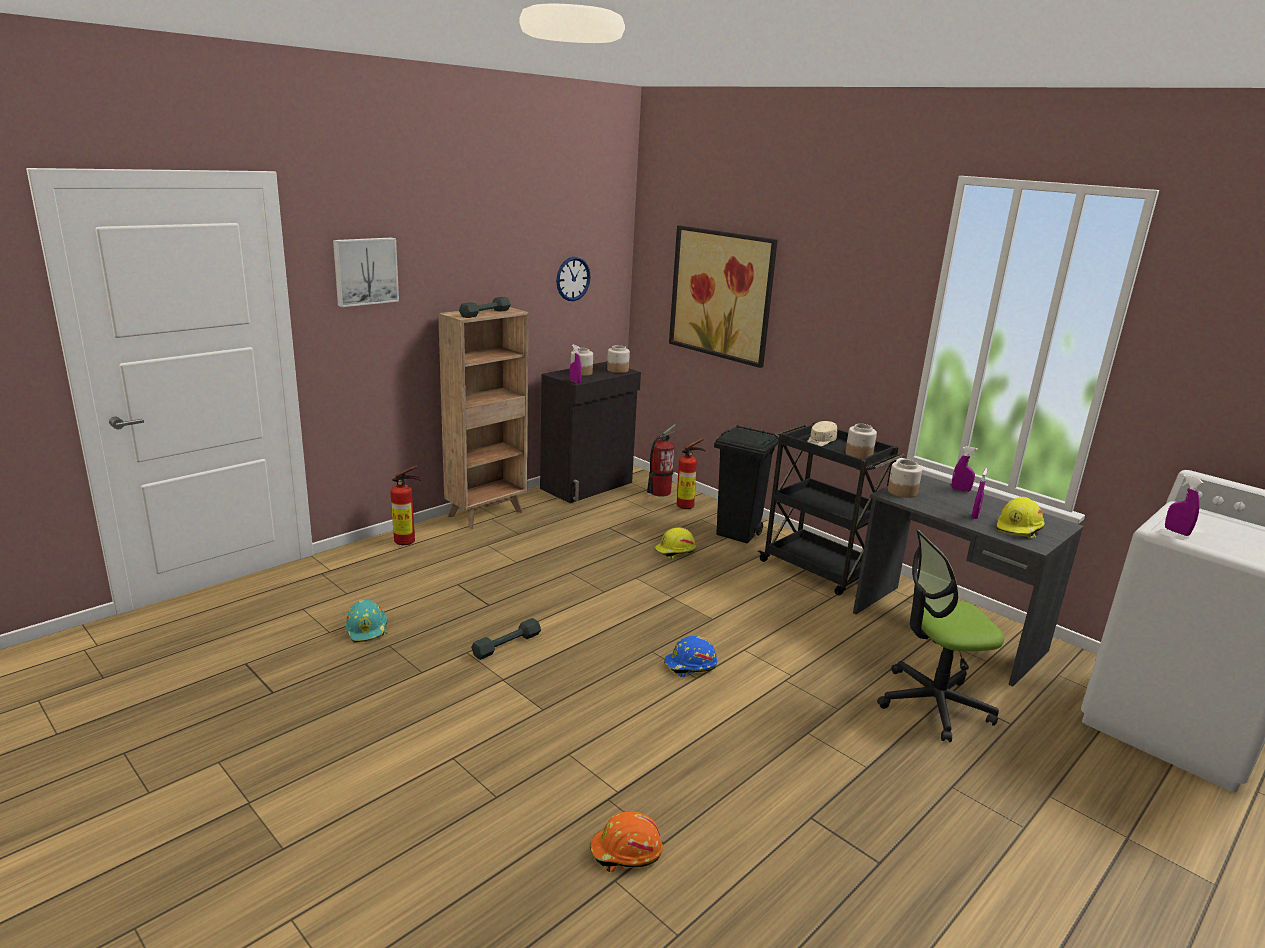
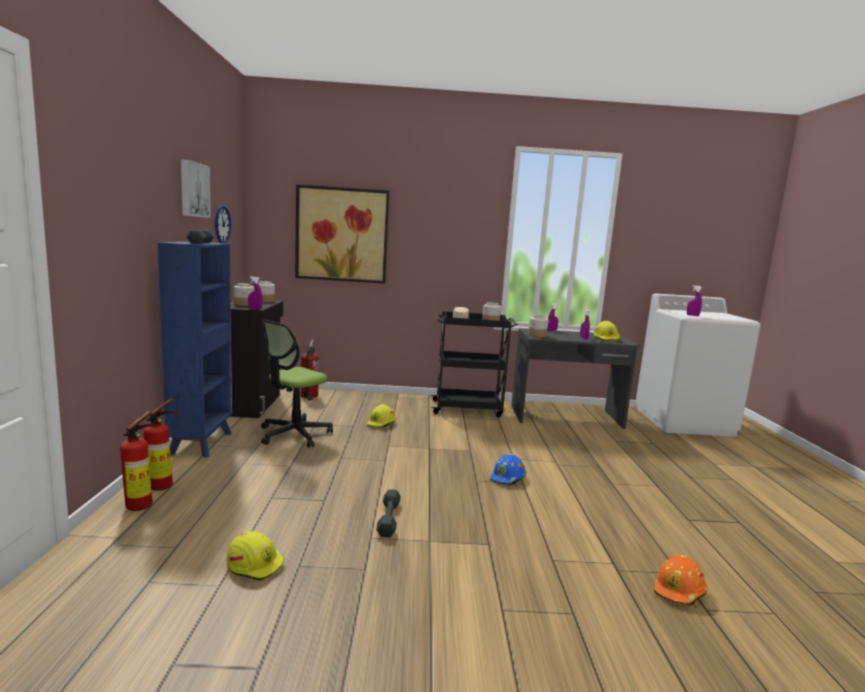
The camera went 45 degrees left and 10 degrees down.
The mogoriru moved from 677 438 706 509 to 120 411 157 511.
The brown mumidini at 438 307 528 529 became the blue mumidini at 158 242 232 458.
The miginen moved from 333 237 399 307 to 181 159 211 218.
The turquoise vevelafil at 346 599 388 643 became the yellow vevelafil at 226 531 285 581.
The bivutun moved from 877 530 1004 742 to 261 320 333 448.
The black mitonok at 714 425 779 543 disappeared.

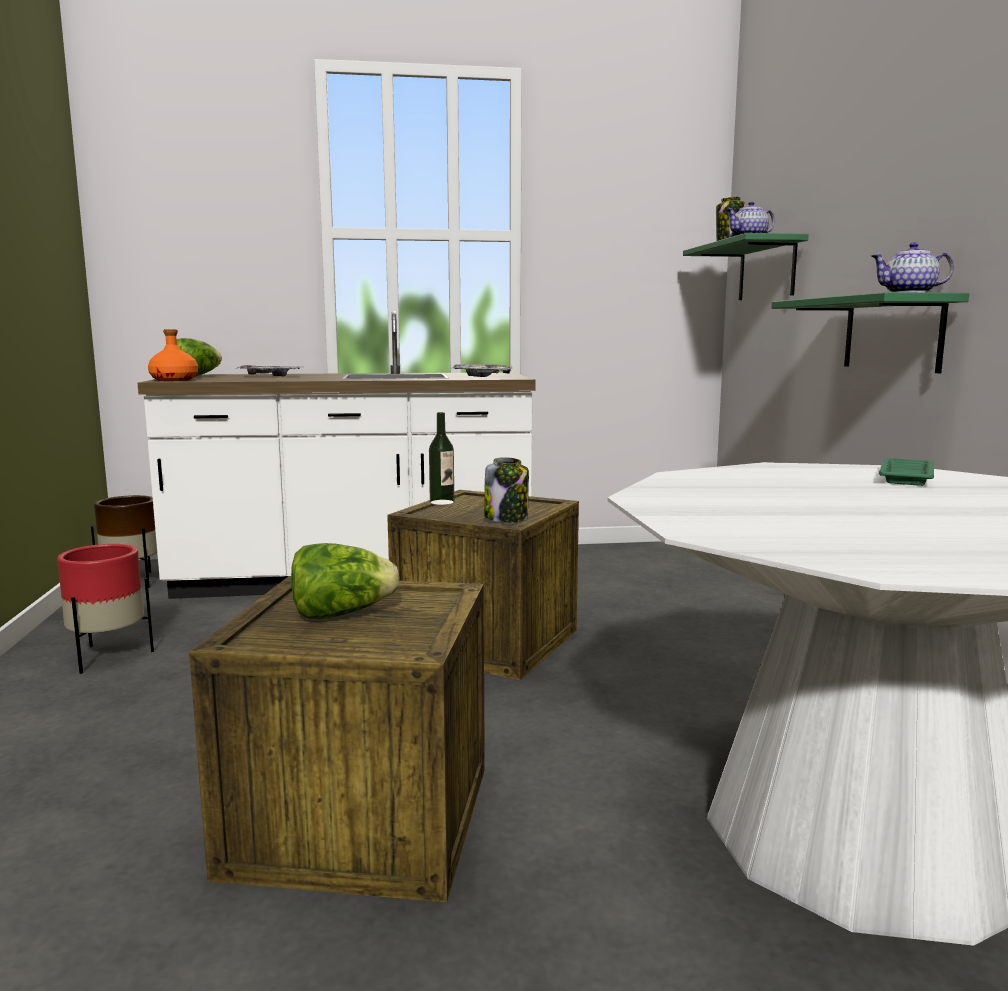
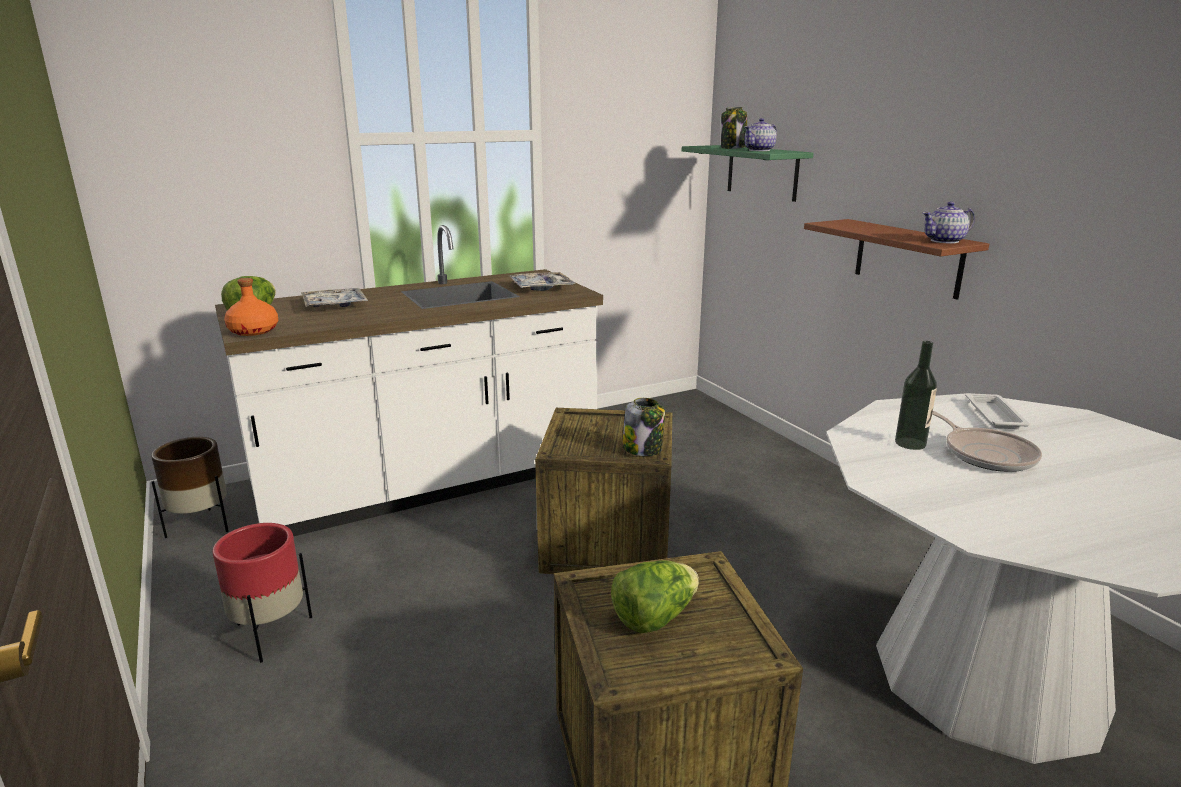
The camera went 20 degrees left and 10 degrees up.
The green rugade at 771 292 969 373 became the brown rugade at 804 219 989 300.
The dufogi moved from 429 412 454 505 to 895 341 937 450.
The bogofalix at 932 411 1042 472 appeared.
The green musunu at 879 458 934 486 became the white musunu at 965 393 1030 429.

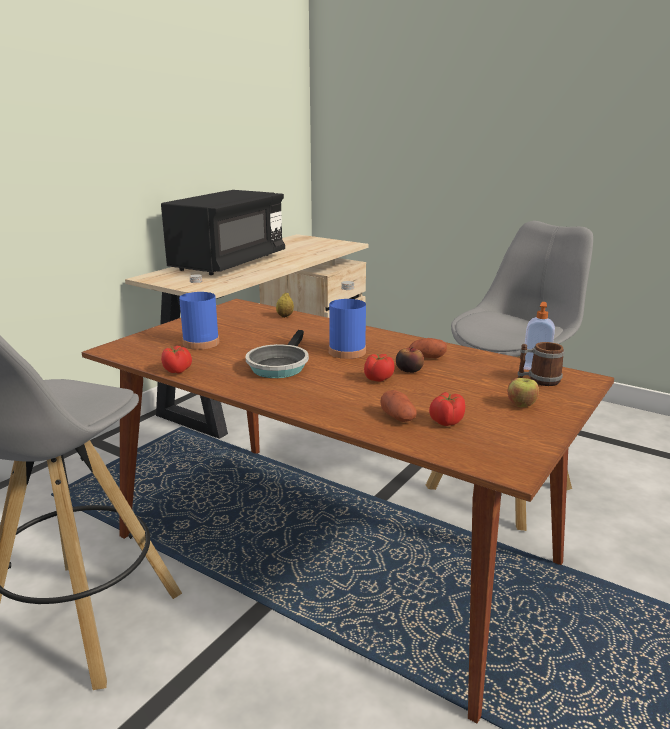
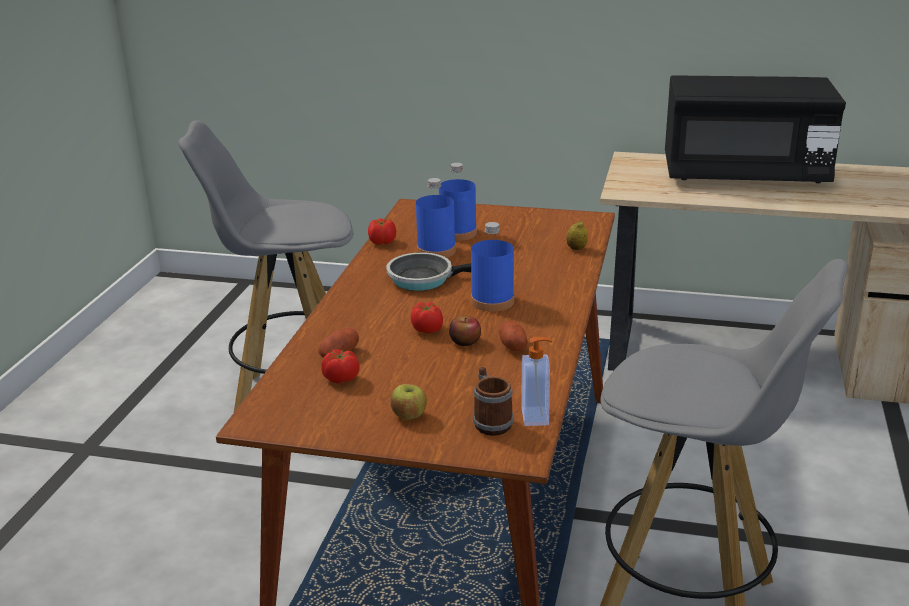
The camera went 70 degrees right and 5 degrees up.
The blue dufogi at 416 178 456 258 appeared.

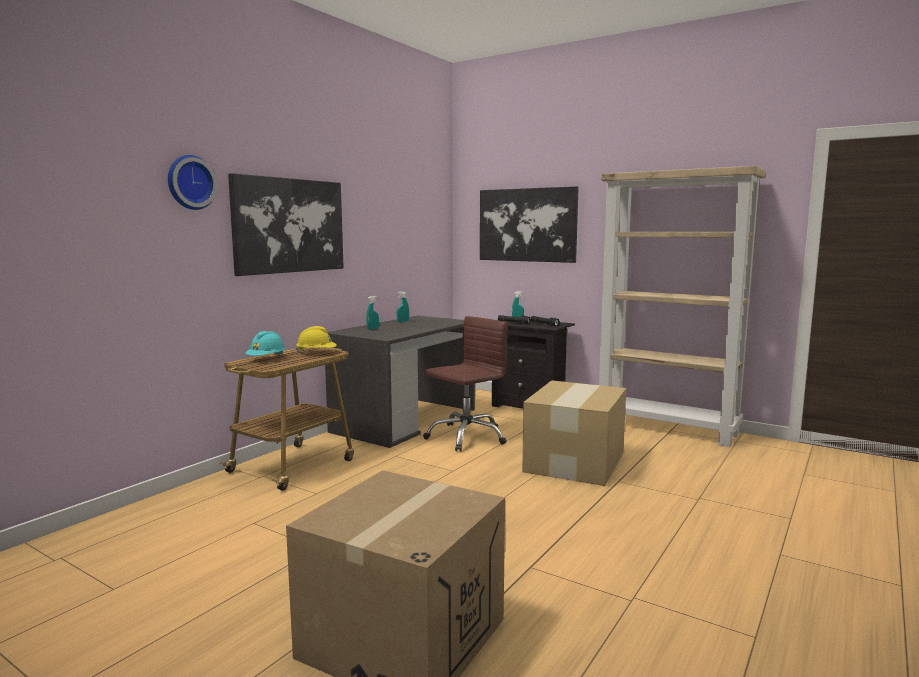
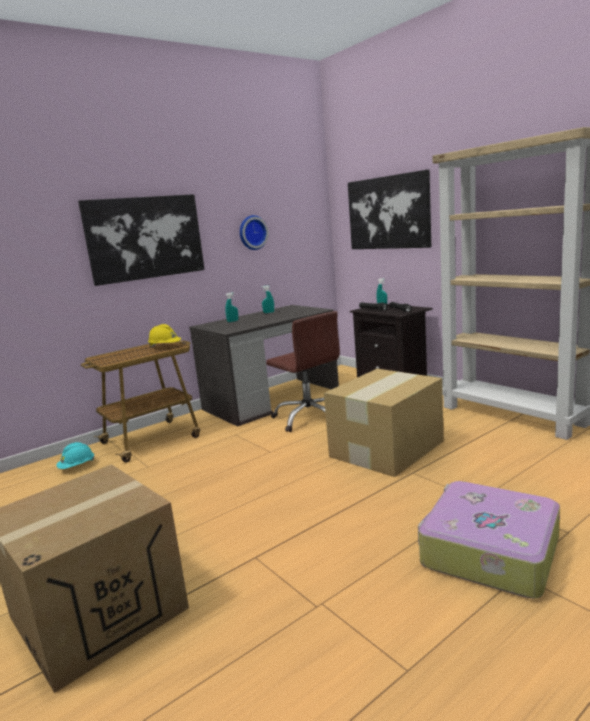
The camera went 20 degrees right and 5 degrees up.
The turquoise vevelafil moved from 245 331 285 356 to 56 442 94 469.
The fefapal moved from 168 155 217 210 to 240 215 269 250.
The brown bivutun at 423 316 508 451 turned 75 degrees clockwise.
The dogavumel at 418 481 560 599 appeared.

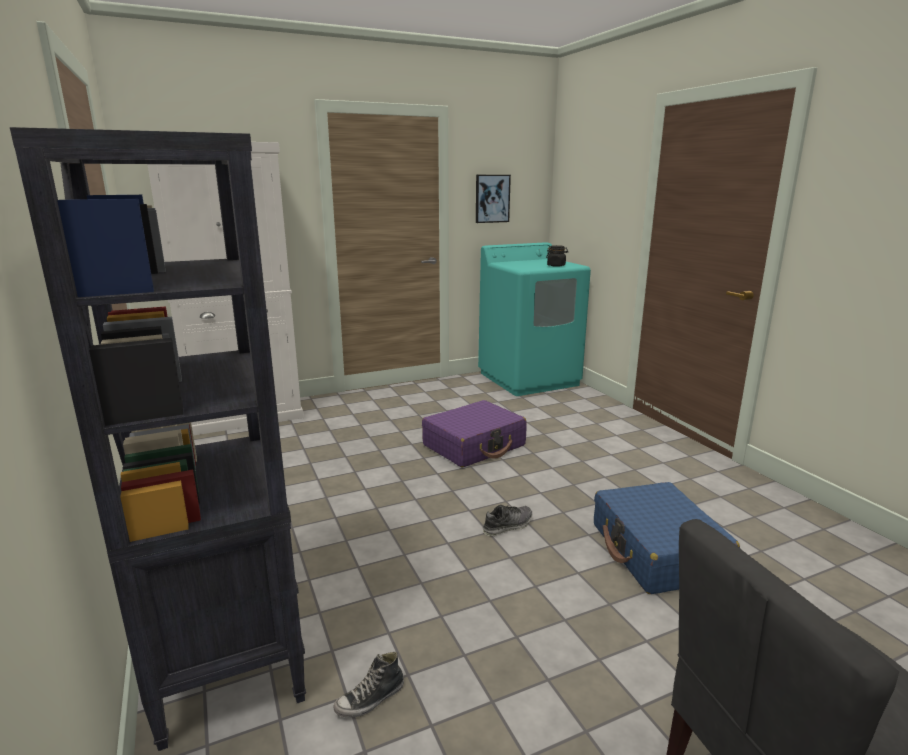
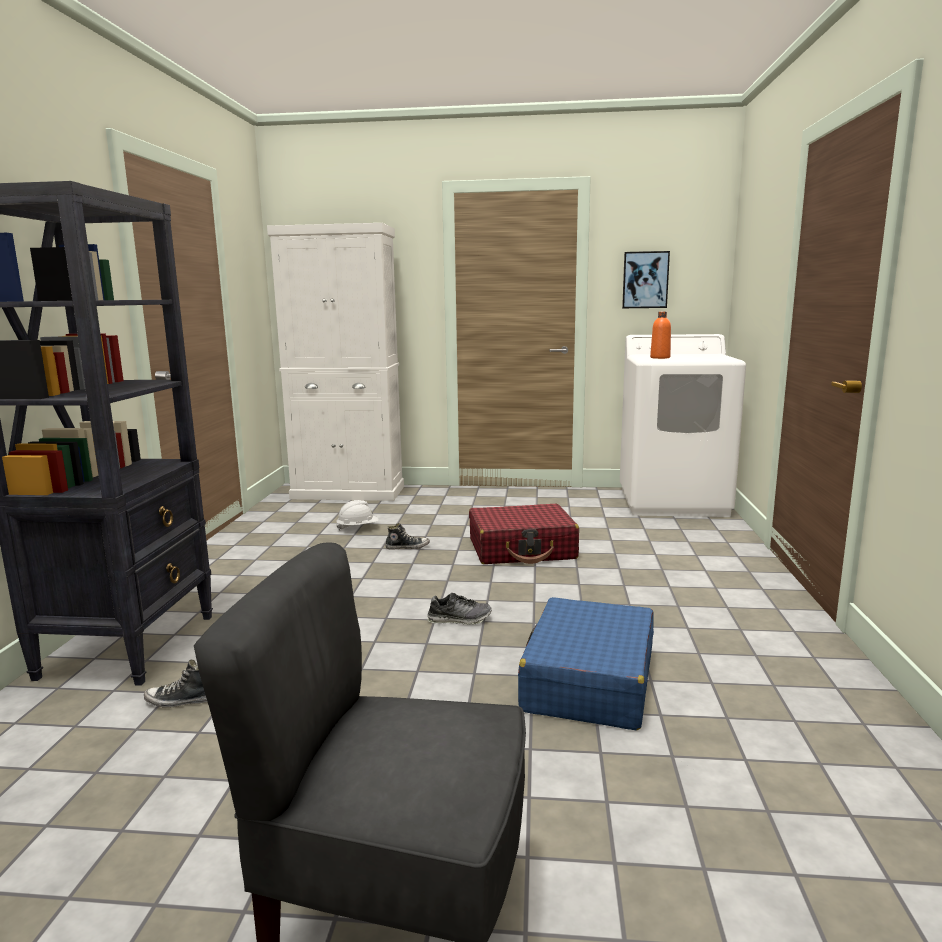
The camera went 30 degrees right and 5 degrees down.
The white vevelafil at 336 500 379 531 appeared.
The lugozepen at 385 523 430 550 appeared.
The purple dogavumel at 422 400 527 467 became the red dogavumel at 469 504 579 564.
The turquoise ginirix at 478 242 591 396 became the white ginirix at 620 334 746 517.
The orange dufogi at 650 312 671 359 appeared.
The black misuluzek at 546 245 568 267 disappeared.

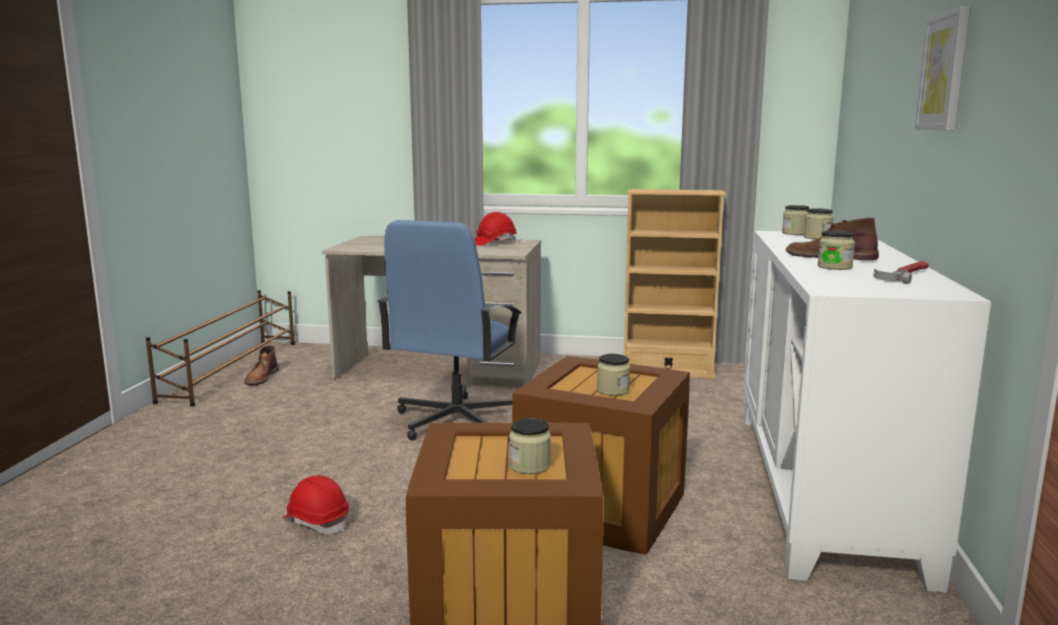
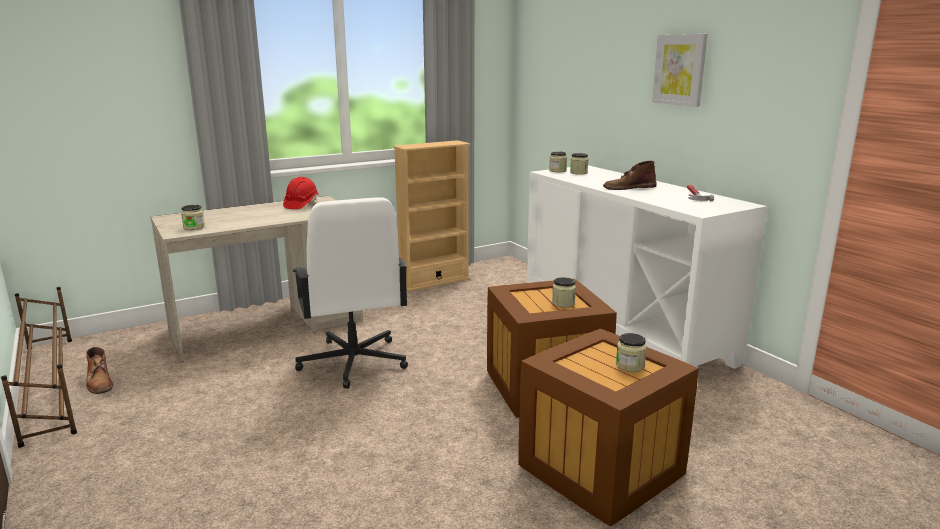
The camera went 40 degrees left and 5 degrees up.
The misuluzek moved from 818 230 855 270 to 181 205 205 230.
The blue bivutun at 377 220 521 440 became the white bivutun at 293 197 408 389.
The red vevelafil at 283 475 349 534 disappeared.

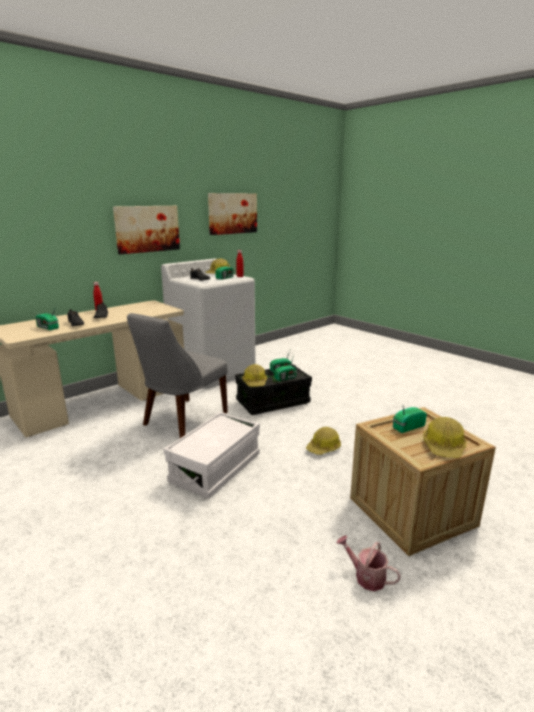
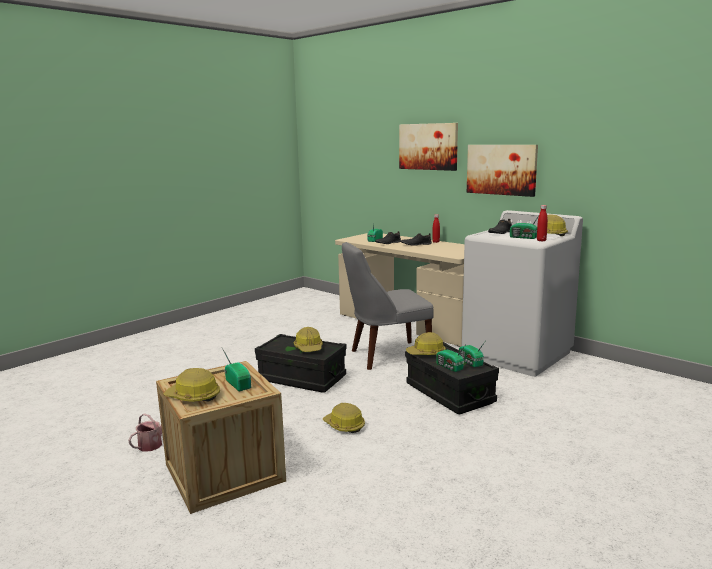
The camera went 85 degrees right and 5 degrees down.
The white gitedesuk at 164 412 260 499 became the black gitedesuk at 255 334 347 393.
The vevelafil at 294 327 323 352 appeared.
The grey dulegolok at 127 313 228 438 turned 45 degrees counterclockwise.
The miginen moved from 208 193 257 235 to 399 123 458 171.

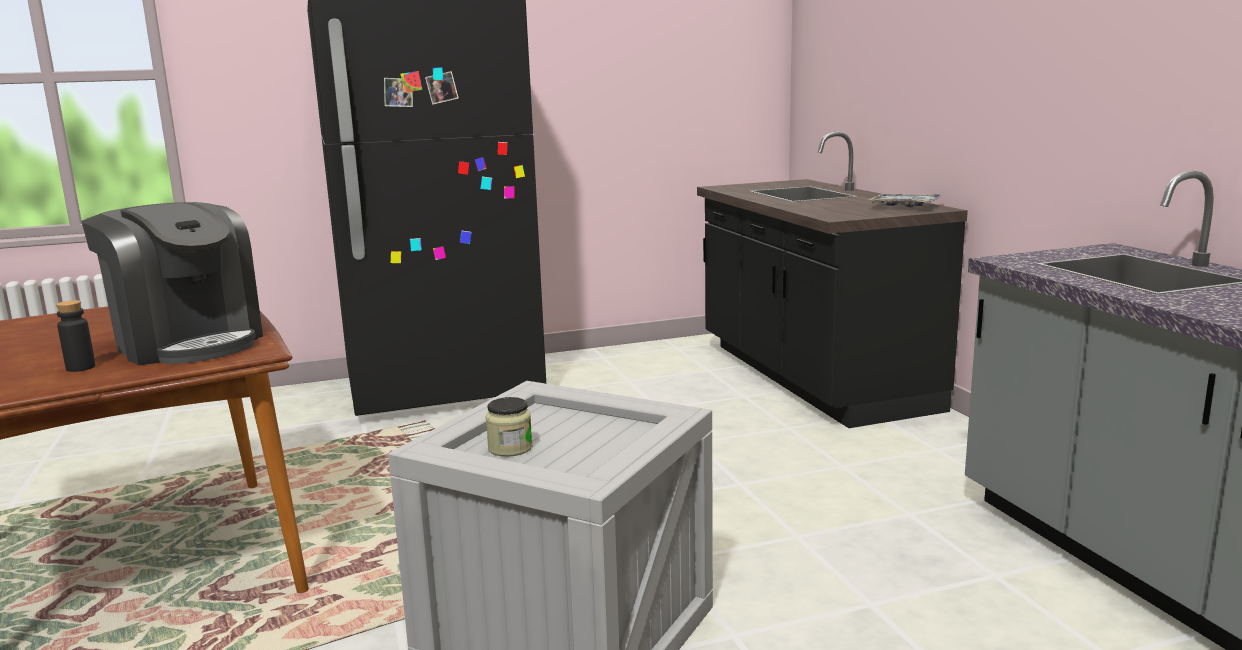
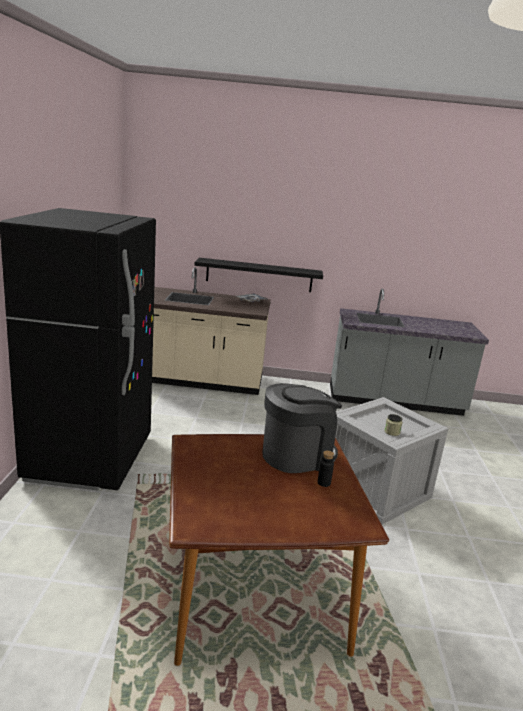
The camera went 70 degrees left and 5 degrees up.
The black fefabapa at 697 132 968 428 became the beige fefabapa at 152 267 271 395.
The black rugade at 194 258 323 292 appeared.

